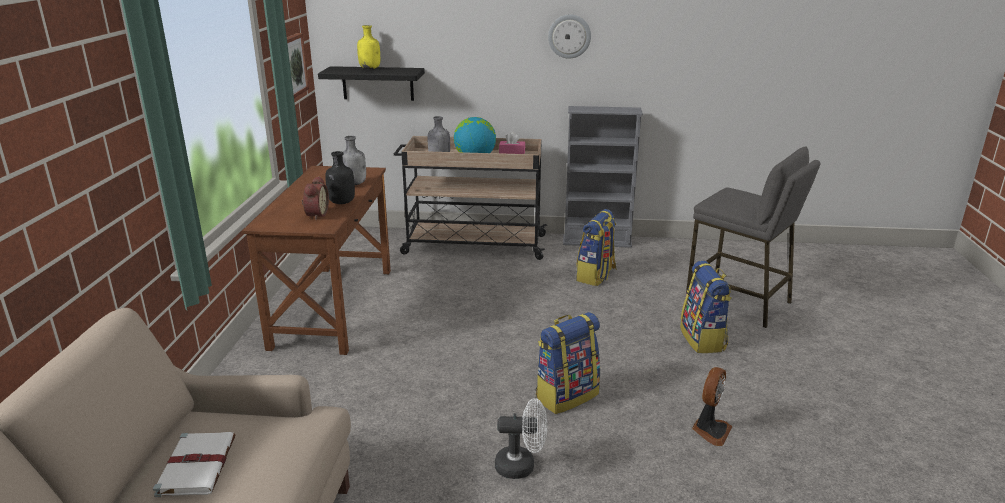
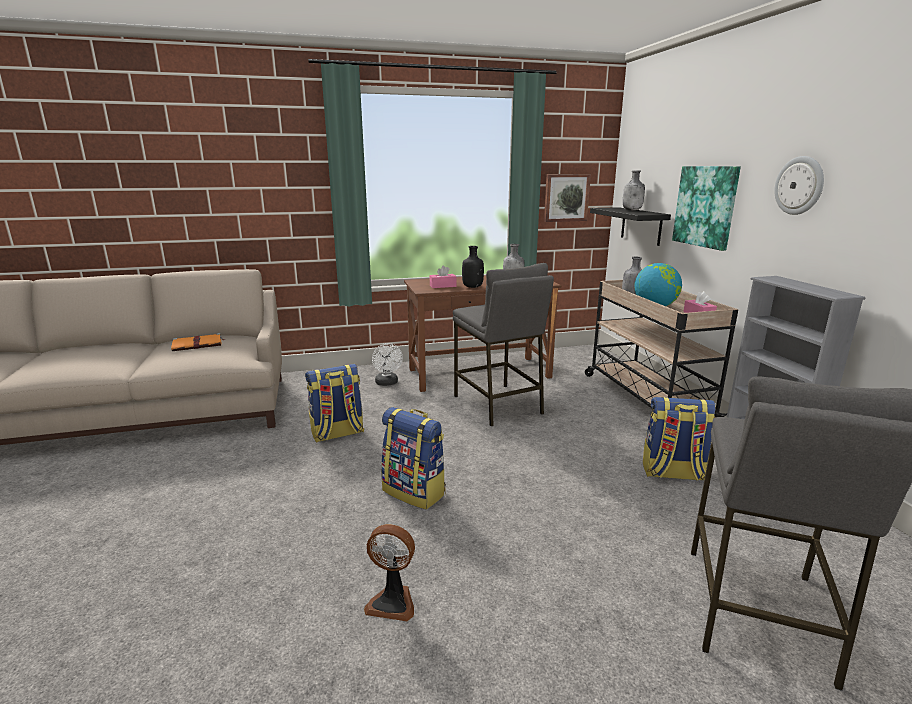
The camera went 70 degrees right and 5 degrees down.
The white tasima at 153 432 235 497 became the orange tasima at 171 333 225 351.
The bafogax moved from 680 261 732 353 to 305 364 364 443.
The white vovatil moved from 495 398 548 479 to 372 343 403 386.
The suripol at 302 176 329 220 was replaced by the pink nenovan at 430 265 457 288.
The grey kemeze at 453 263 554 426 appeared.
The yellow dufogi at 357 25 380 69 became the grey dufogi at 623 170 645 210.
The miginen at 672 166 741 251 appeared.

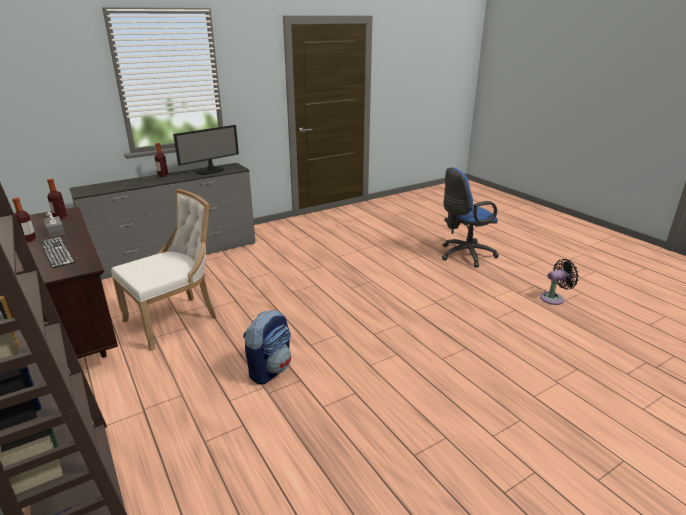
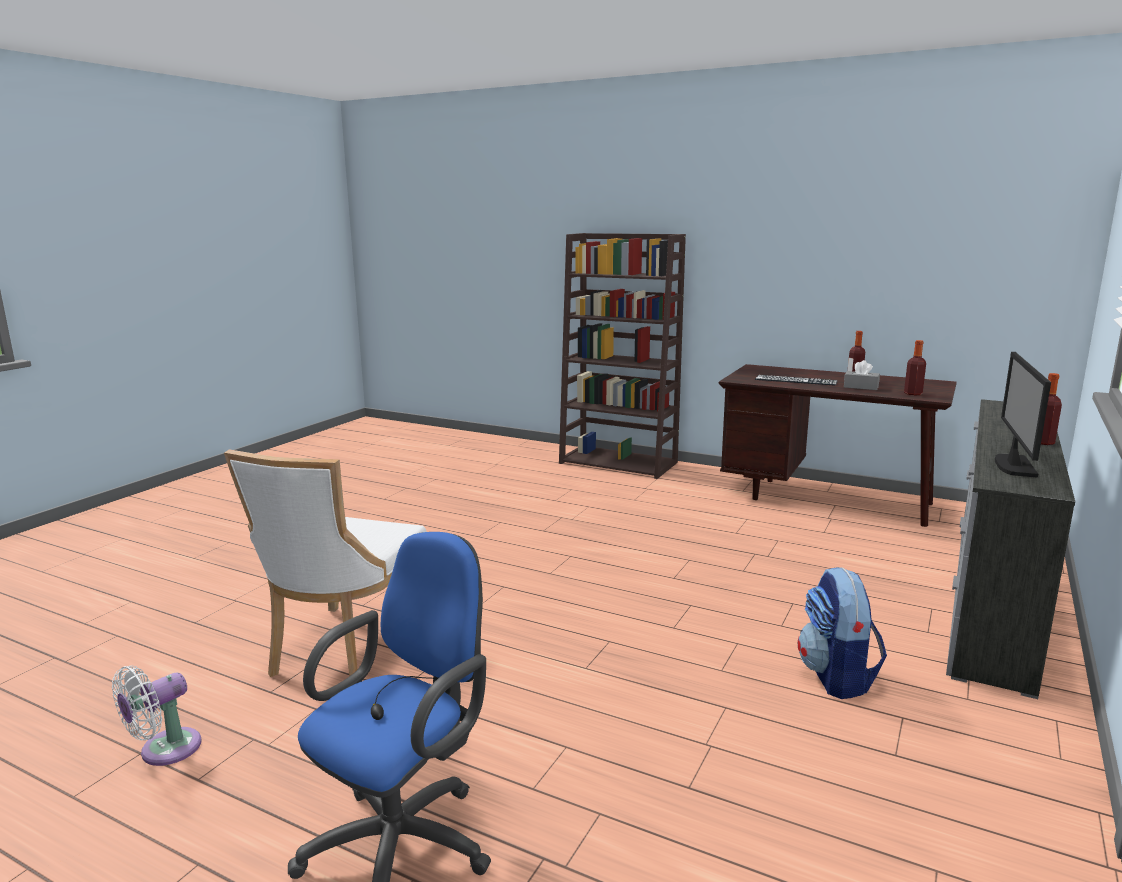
The camera went 150 degrees right and 10 degrees down.
The black vovatil at 540 259 579 305 became the white vovatil at 112 665 201 766.
The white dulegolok moved from 111 189 216 351 to 224 449 427 677.
The bafogax moved from 243 310 291 384 to 798 567 887 699.

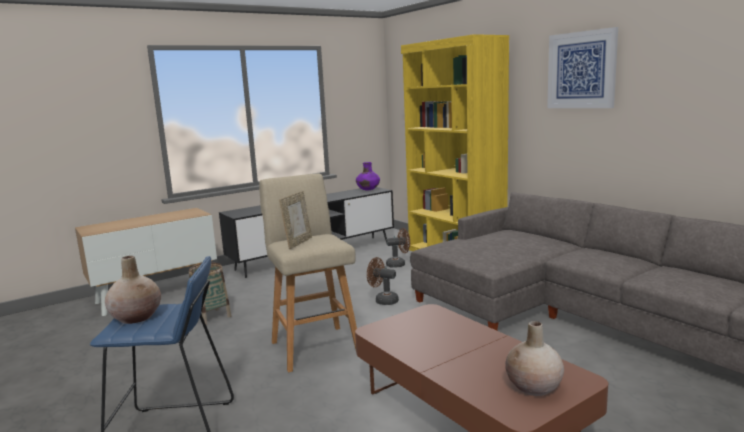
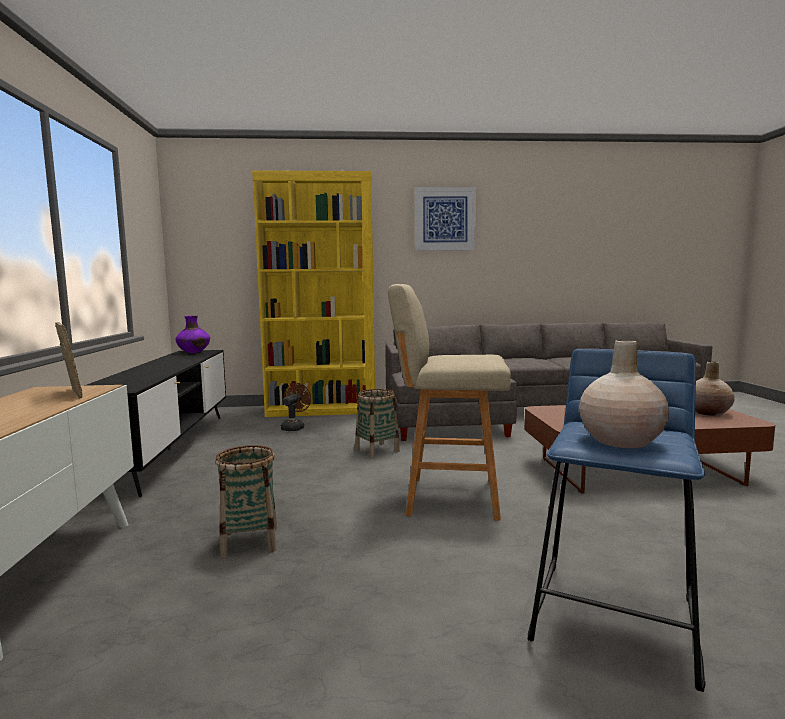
The camera went 60 degrees left and 5 degrees down.
The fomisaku moved from 279 191 312 249 to 55 322 83 399.
The brown vovatil at 367 257 399 305 was replaced by the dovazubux at 355 389 400 458.

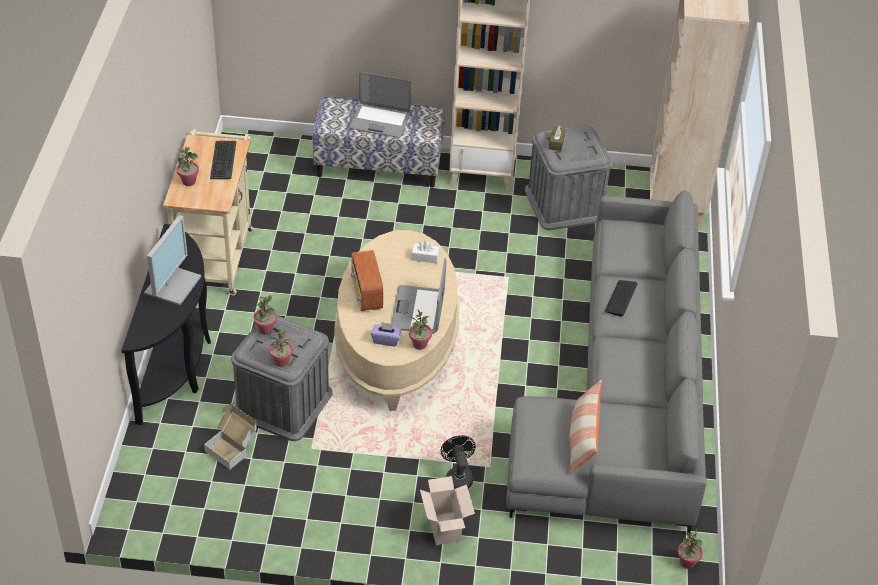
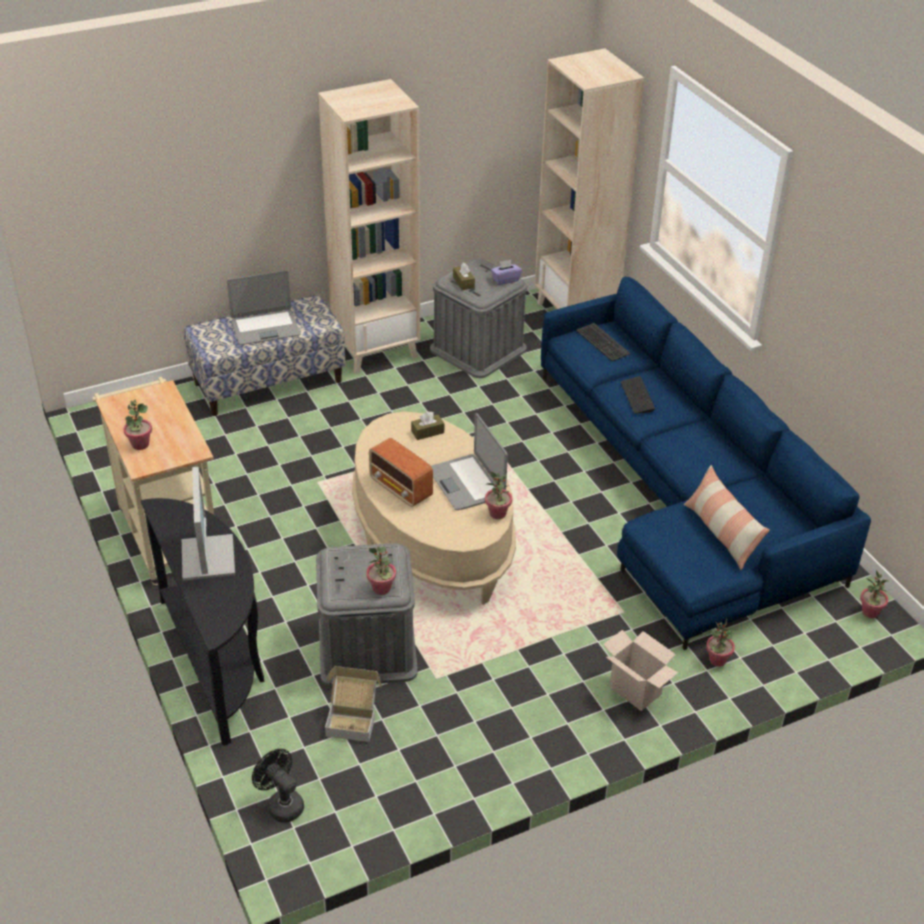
The camera went 30 degrees left and 5 degrees down.
The black vovatil moved from 441 435 476 489 to 252 749 304 823.
The white nenovan at 412 241 439 264 became the brown nenovan at 411 411 444 440.
The purple nenovan moved from 371 322 402 346 to 491 260 522 285.
The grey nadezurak at 506 191 707 535 became the blue nadezurak at 541 277 871 650.
The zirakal moved from 210 141 236 179 to 576 323 630 362.
The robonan moved from 253 295 277 335 to 706 619 735 667.

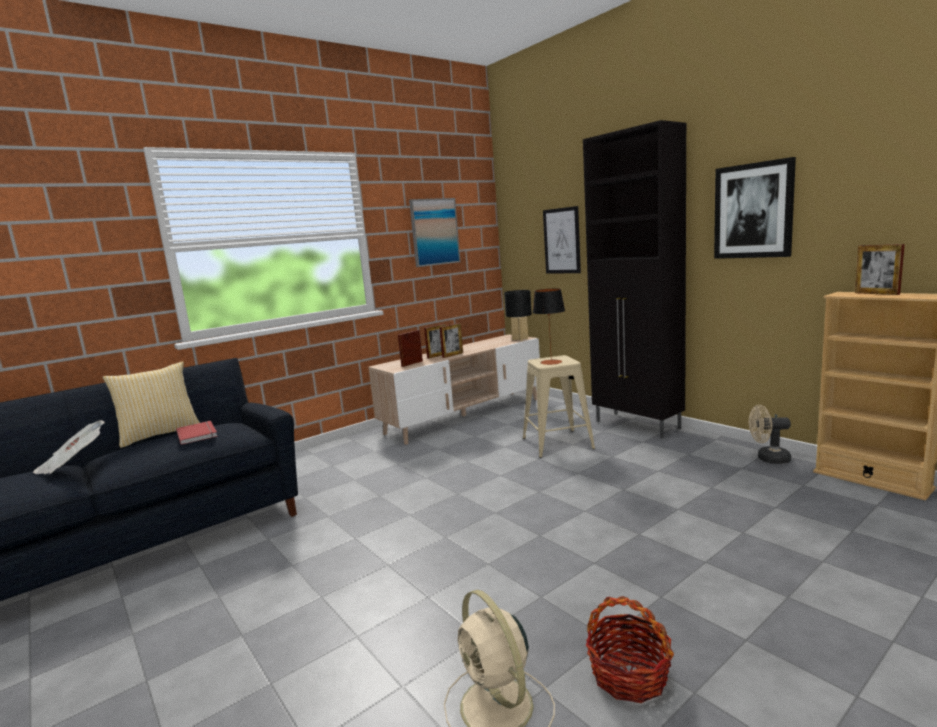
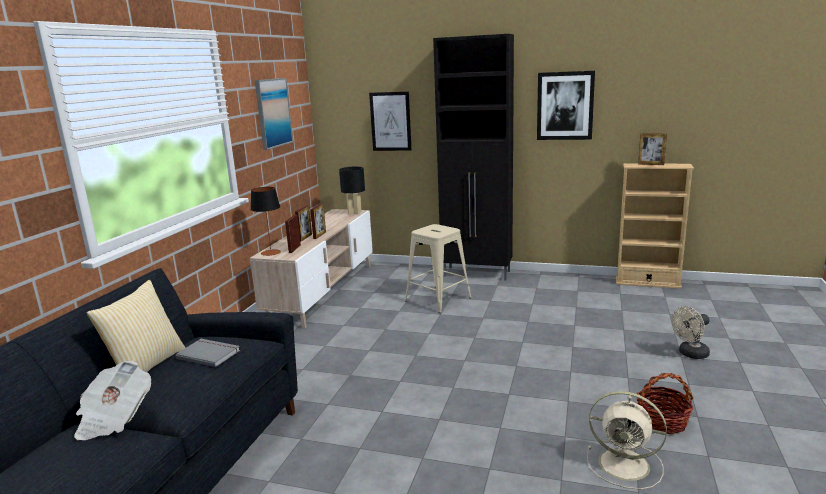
The camera went 35 degrees left and 5 degrees up.
The red tasima at 176 421 218 445 became the grey tasima at 175 339 240 367.
The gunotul moved from 532 288 565 365 to 251 187 281 256.
The beige vovatil moved from 749 405 791 464 to 672 306 710 359.

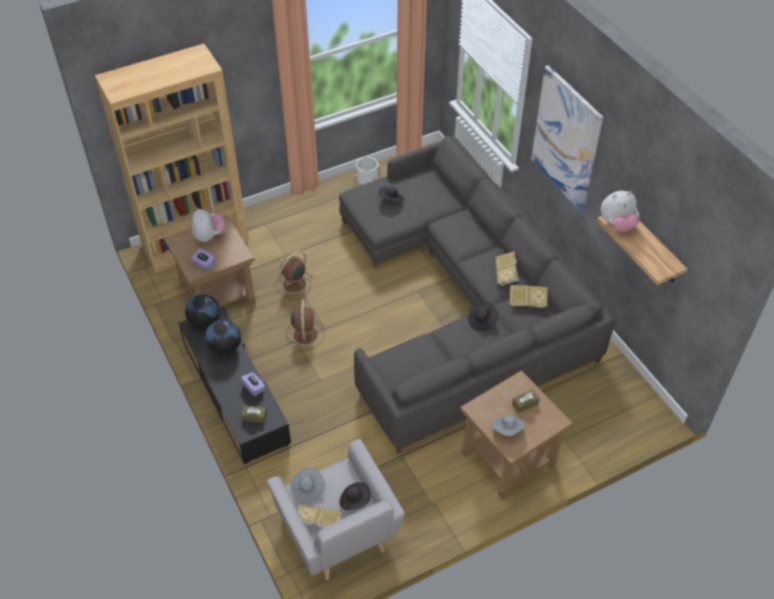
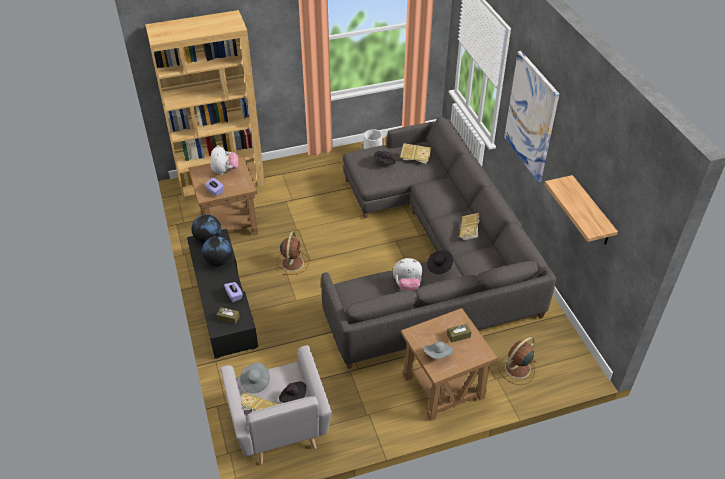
The camera went 10 degrees right and 5 degrees down.
The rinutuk moved from 601 191 639 232 to 393 258 422 291.
The tasima moved from 510 285 548 308 to 400 143 431 163.
The brown vovatil moved from 275 251 312 300 to 498 337 536 385.

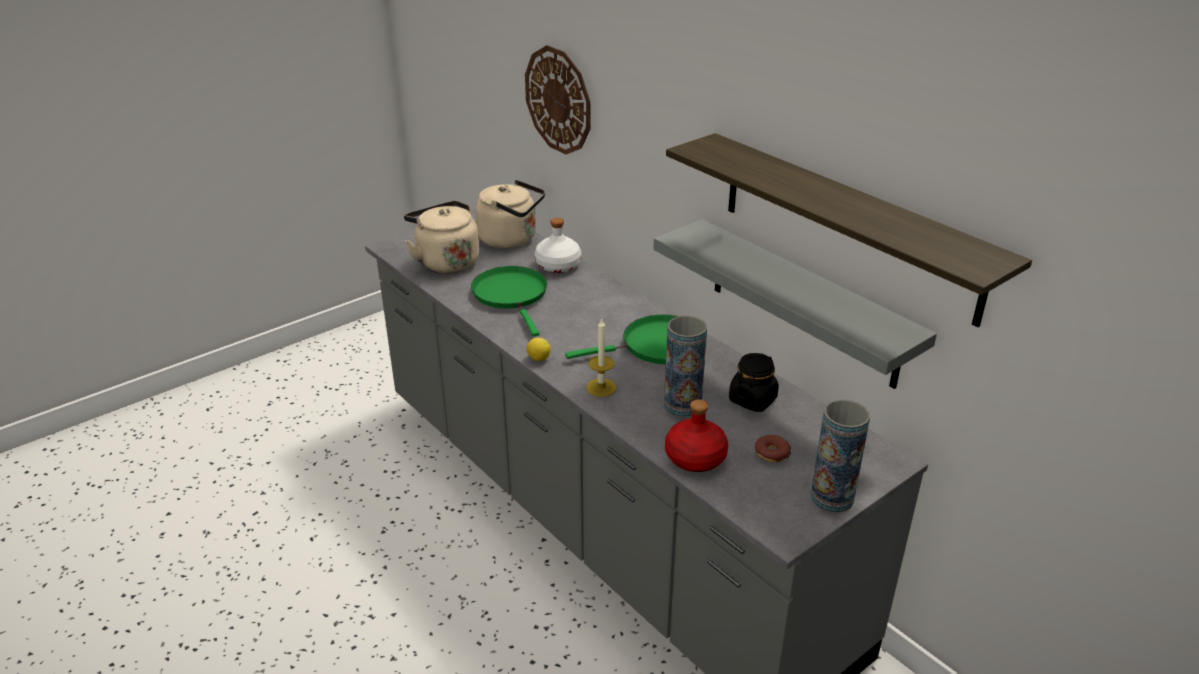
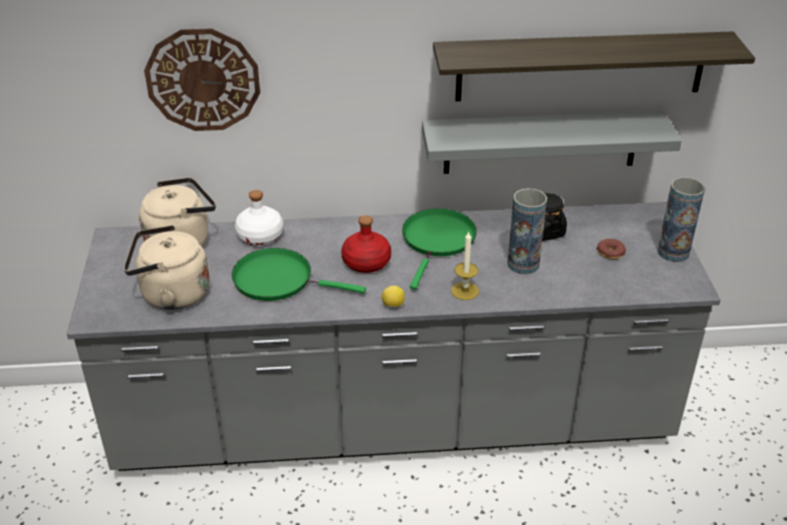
The camera went 55 degrees left and 5 degrees up.
The red dufogi moved from 665 399 728 472 to 341 215 391 273.

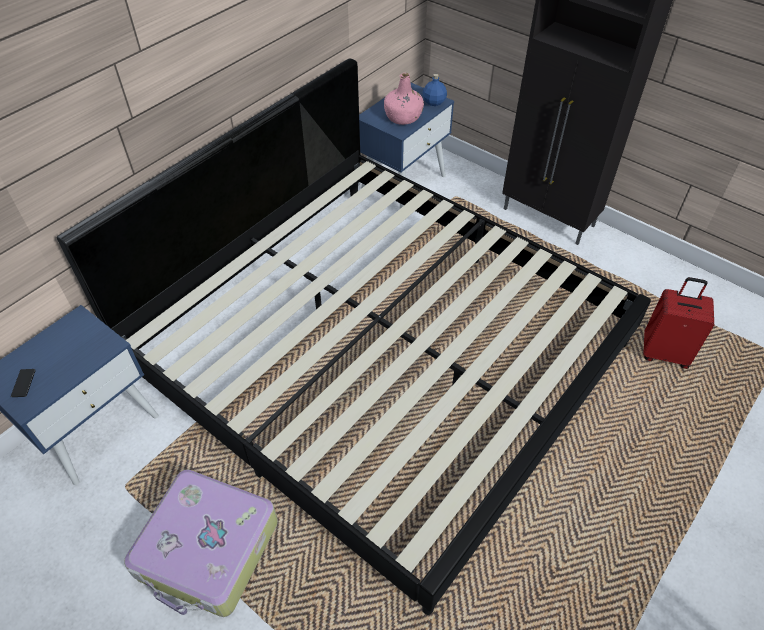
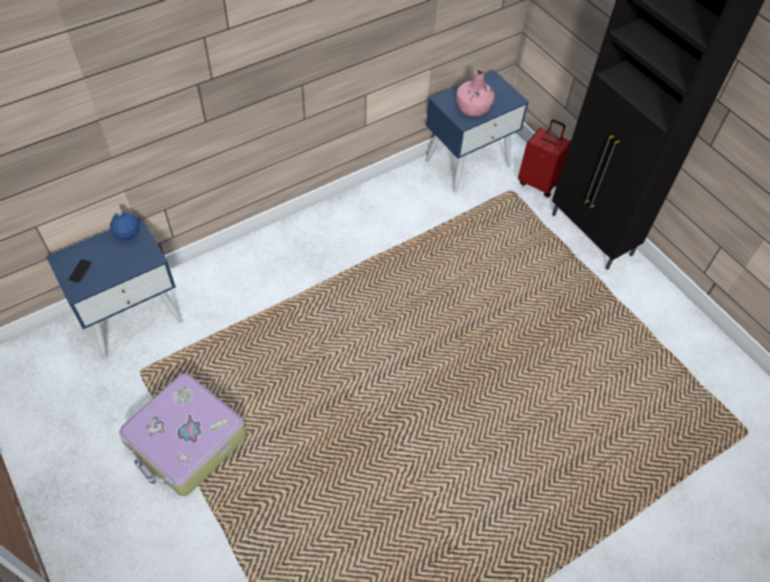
The camera went 15 degrees right and 5 degrees up.
The blue dufogi moved from 423 74 447 106 to 110 209 139 240.
The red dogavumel moved from 644 277 714 369 to 518 119 571 197.
The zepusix at 57 59 651 615 disappeared.

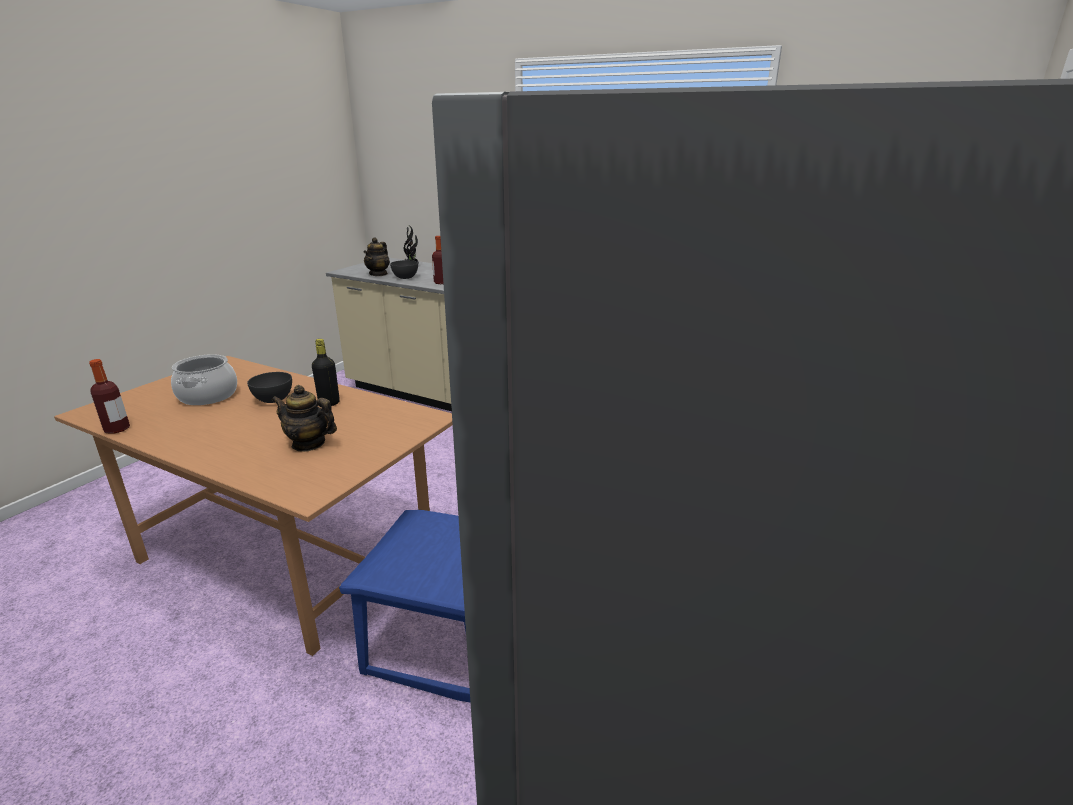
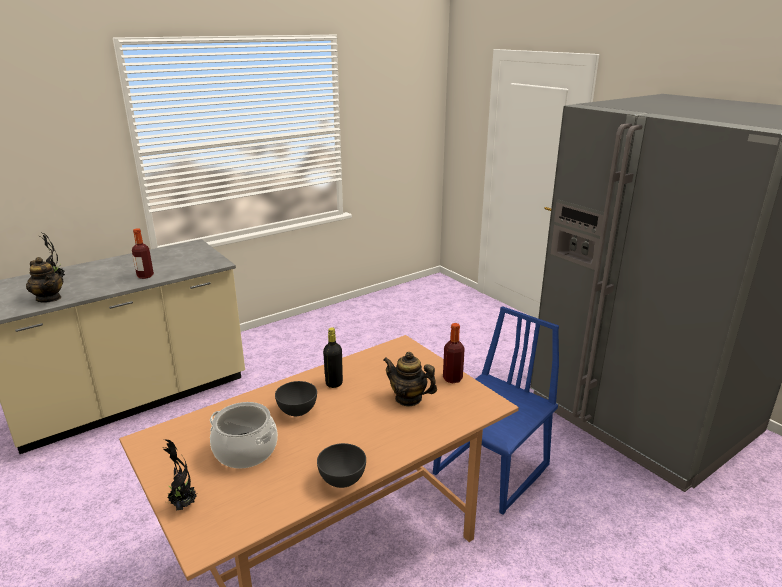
The camera went 65 degrees left and 0 degrees up.
The robonan at 164 439 197 510 appeared.
The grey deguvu moved from 390 260 418 279 to 317 443 366 488.
The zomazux at 272 385 337 452 turned 75 degrees clockwise.
The dufogi moved from 89 359 130 434 to 443 323 465 383.

